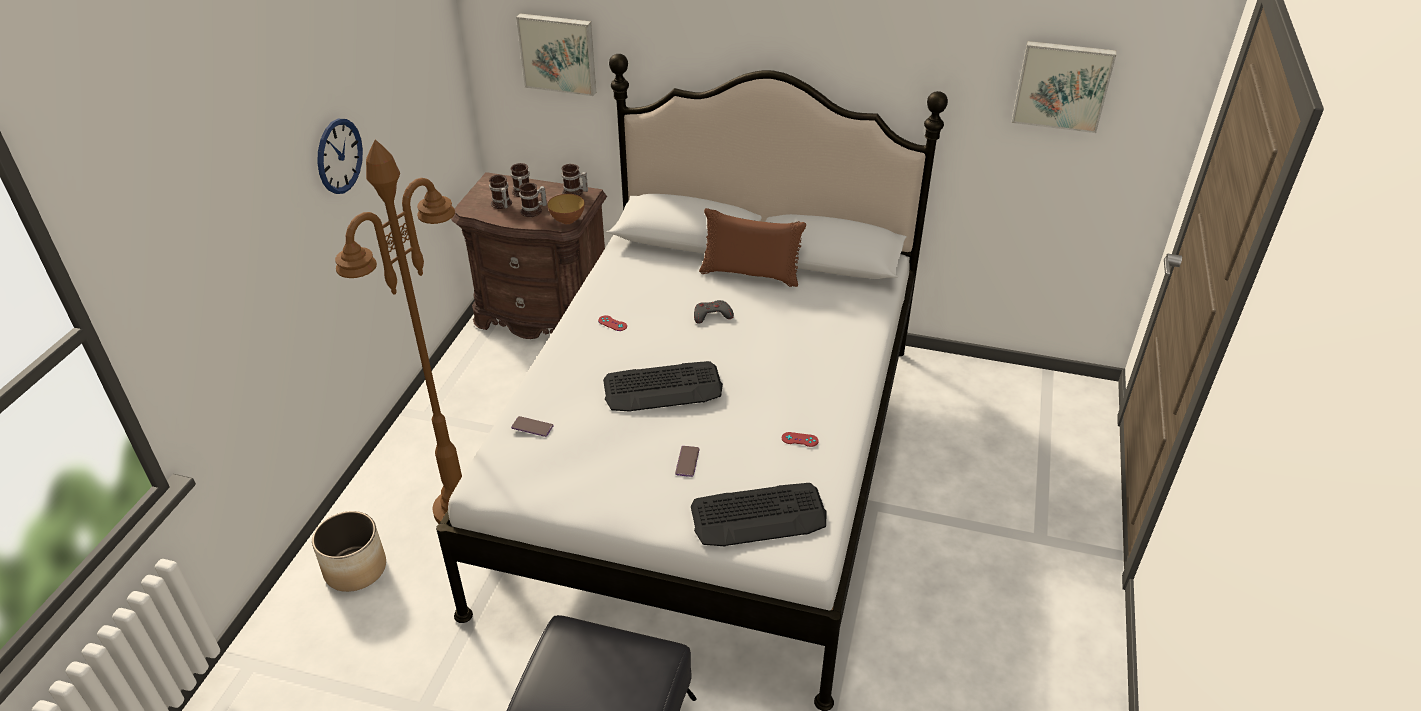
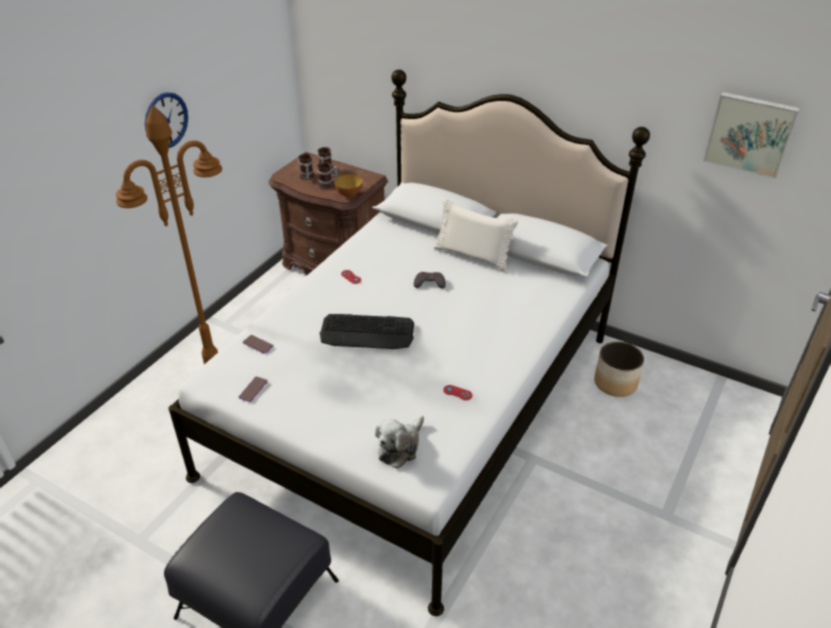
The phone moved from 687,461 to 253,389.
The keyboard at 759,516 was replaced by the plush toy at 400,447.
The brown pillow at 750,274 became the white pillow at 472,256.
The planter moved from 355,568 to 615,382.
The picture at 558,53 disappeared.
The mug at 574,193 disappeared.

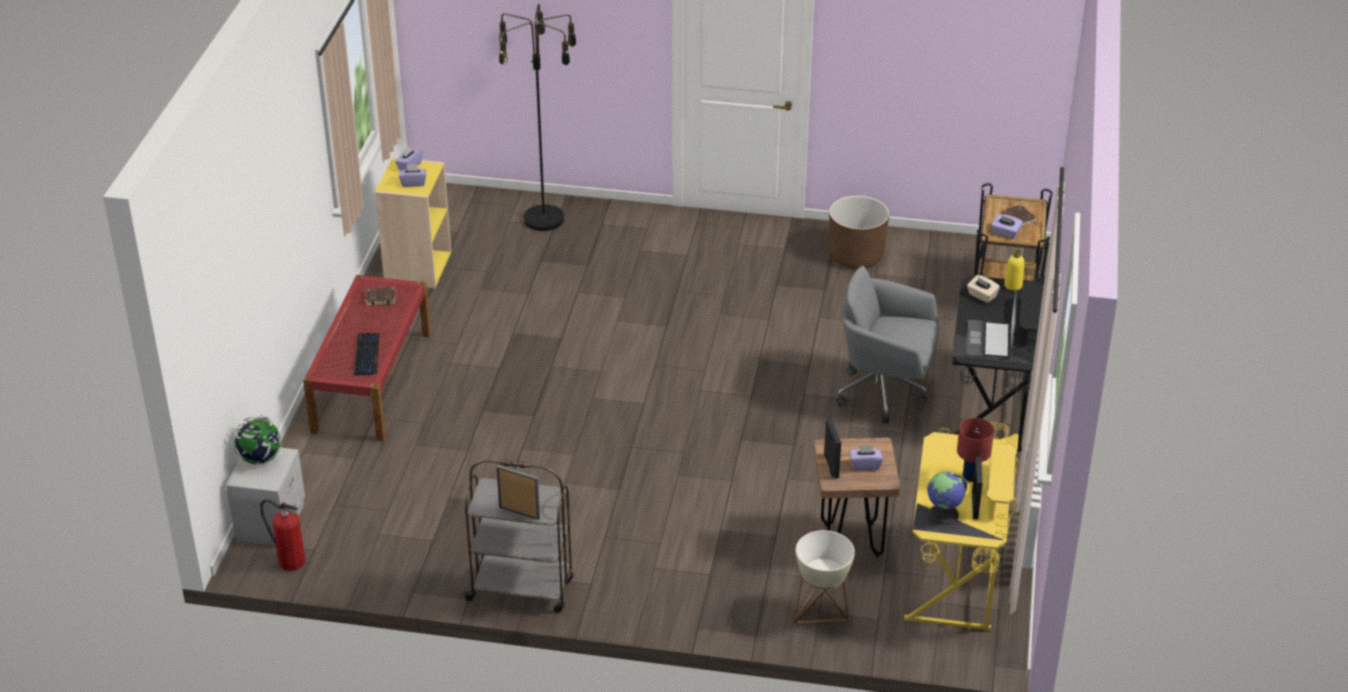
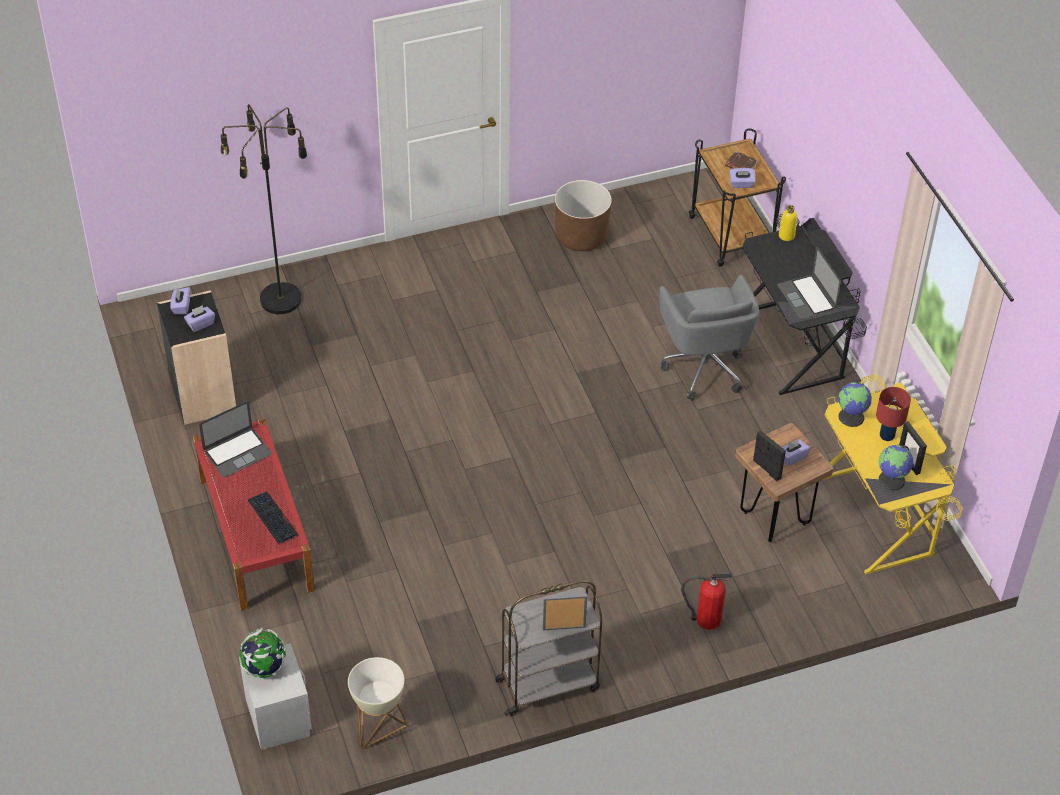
The yellow bookcase at 417,267 became the black bookcase at 202,395.
The brown book at 381,298 was replaced by the laptop at 237,452.
The planter moved from 821,611 to 379,726.
The grey office chair at 885,395 turned 90 degrees counterclockwise.
The fire extinguisher moved from 289,560 to 706,619.
The globe at 852,417 appeared.
The beige tissue box at 982,296 disappeared.

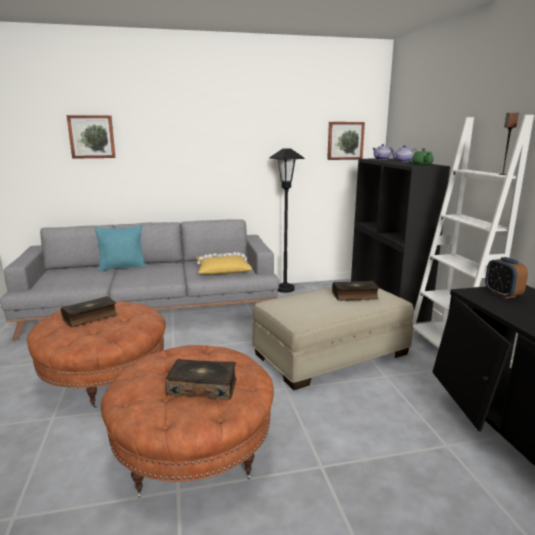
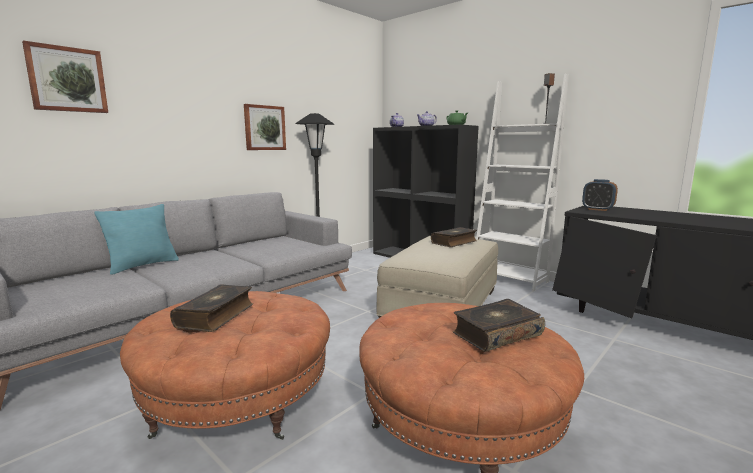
The picture moved from 345,140 to 264,128.
The yellow pillow at 222,270 disappeared.

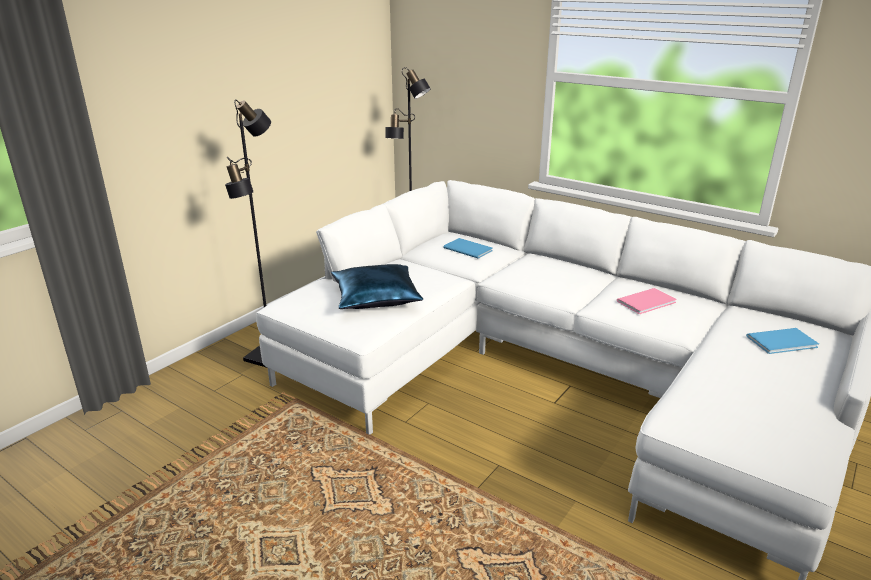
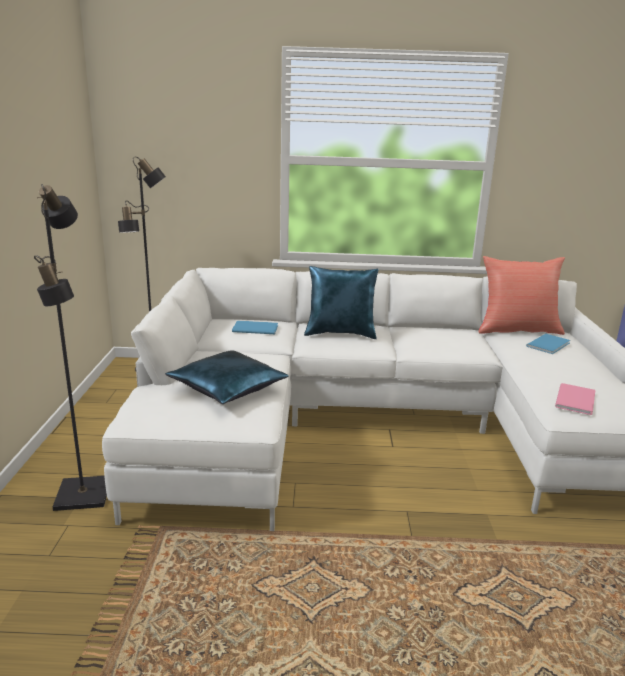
The blue pillow at 341,333 appeared.
The red pillow at 517,329 appeared.
The pink book moved from 648,302 to 577,399.

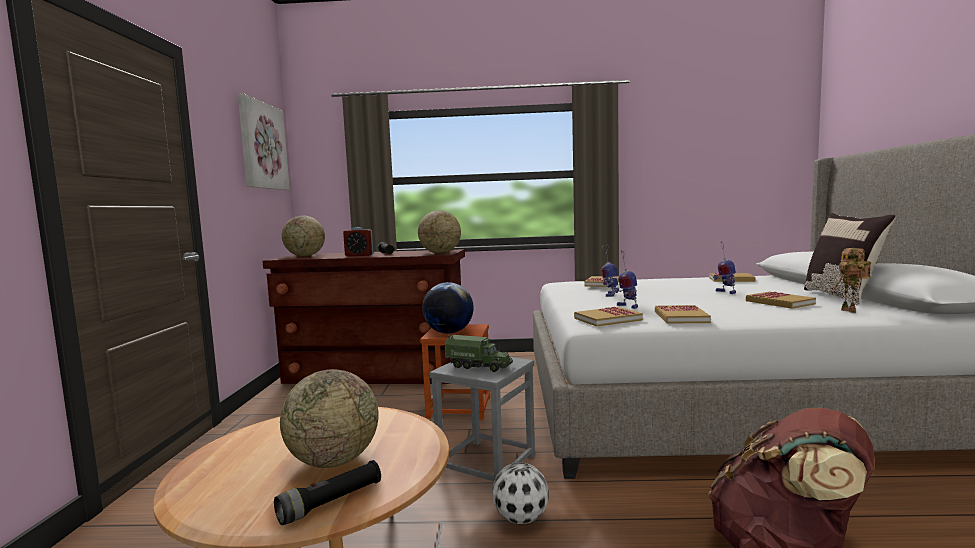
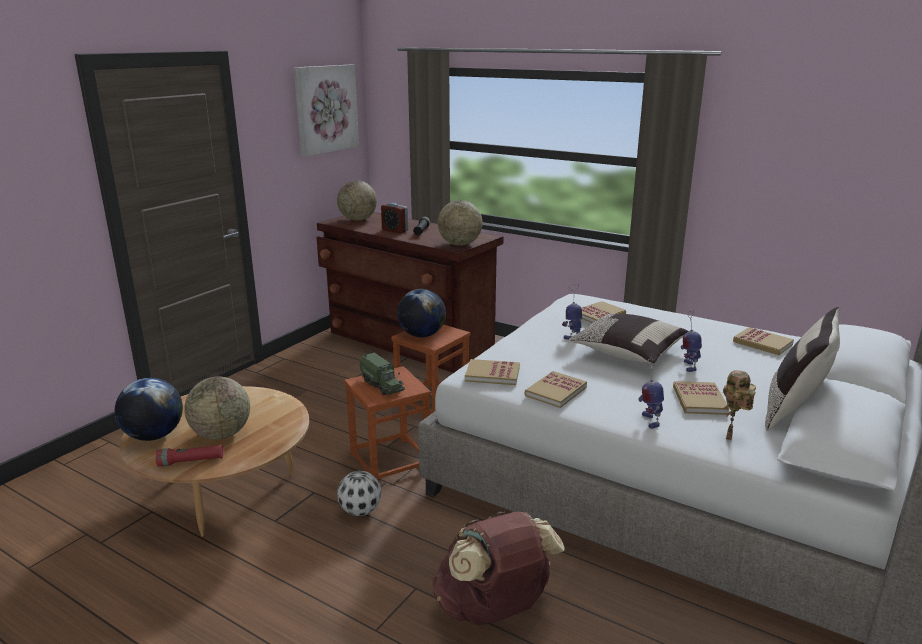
The globe at 154,436 appeared.
The black flashlight at 331,503 became the red flashlight at 191,462.
The grey stool at 486,463 became the brown stool at 390,460.
The pillow at 628,352 appeared.
The toy robot moved from 627,306 to 649,420.

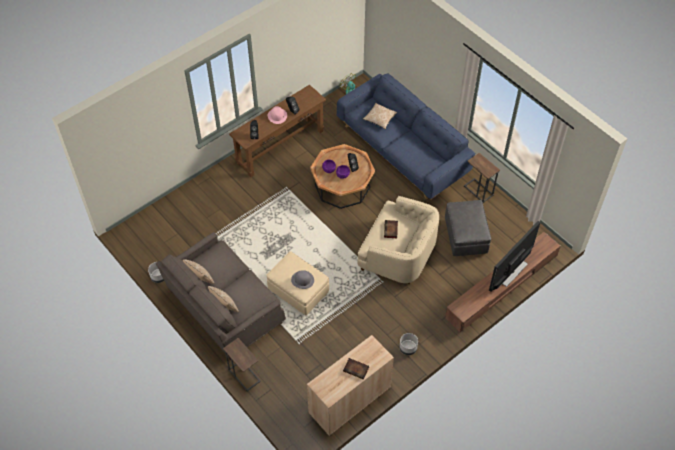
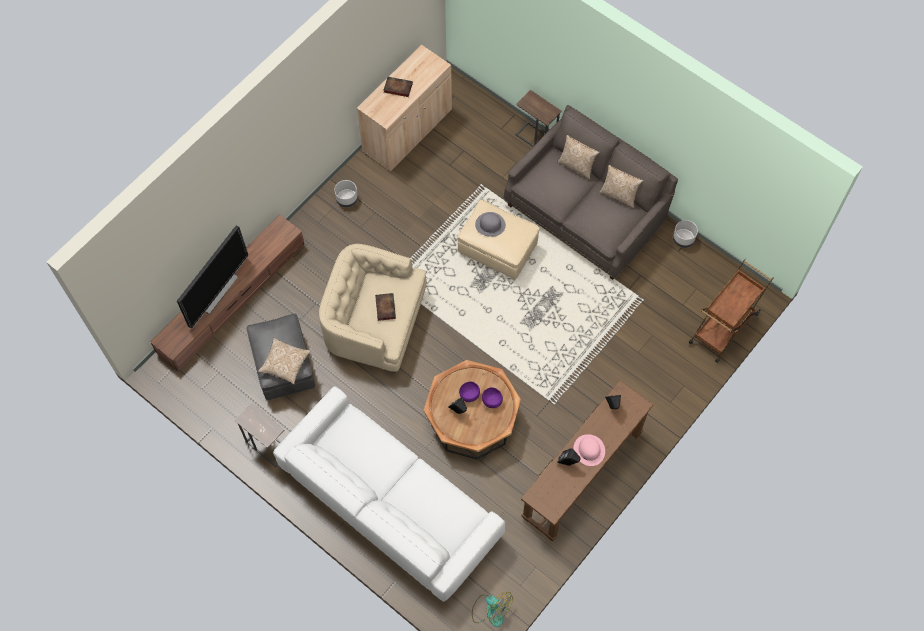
The pillow moved from 380,119 to 285,364.
The blue sofa at 403,149 became the white sofa at 390,503.
The brown cart at 722,329 appeared.

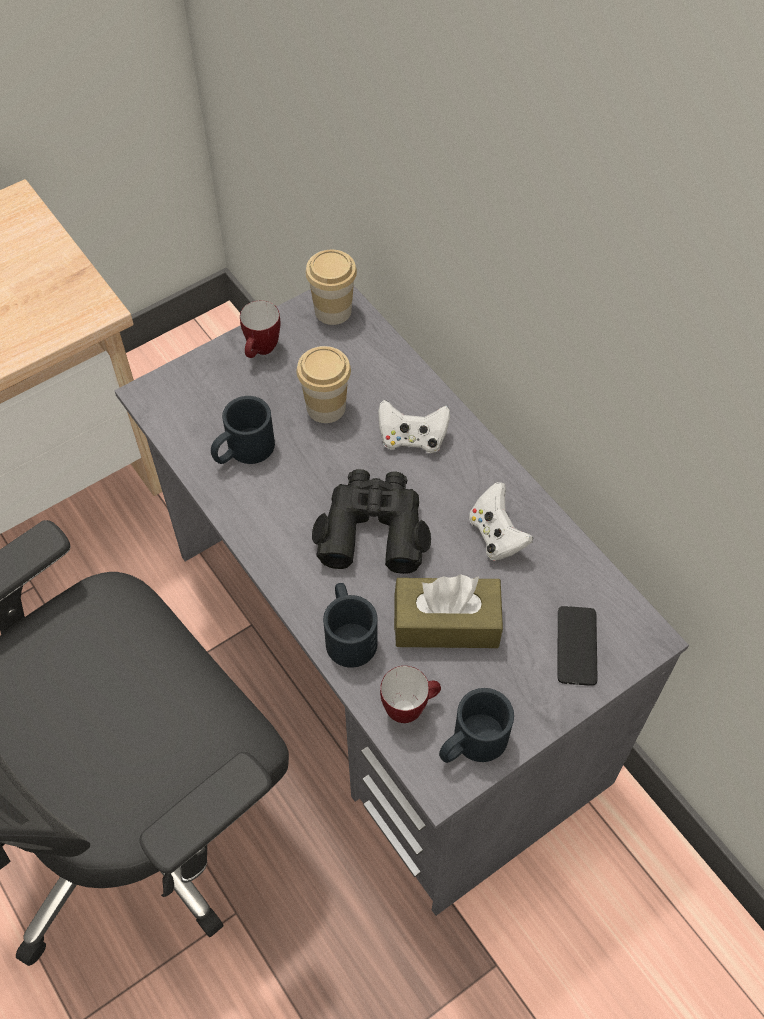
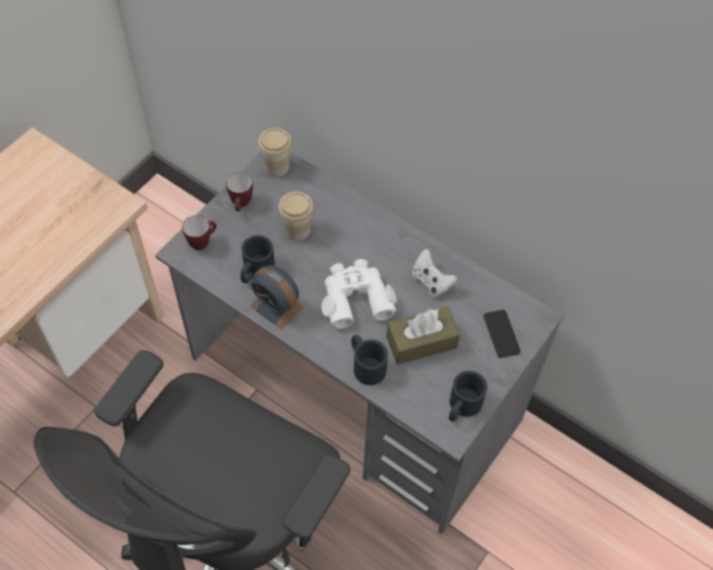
The mug moved from 410,707 to 202,242.
The alarm clock at 276,306 appeared.
The black binoculars at 373,528 became the white binoculars at 355,297.
The white game controller at 412,438 disappeared.

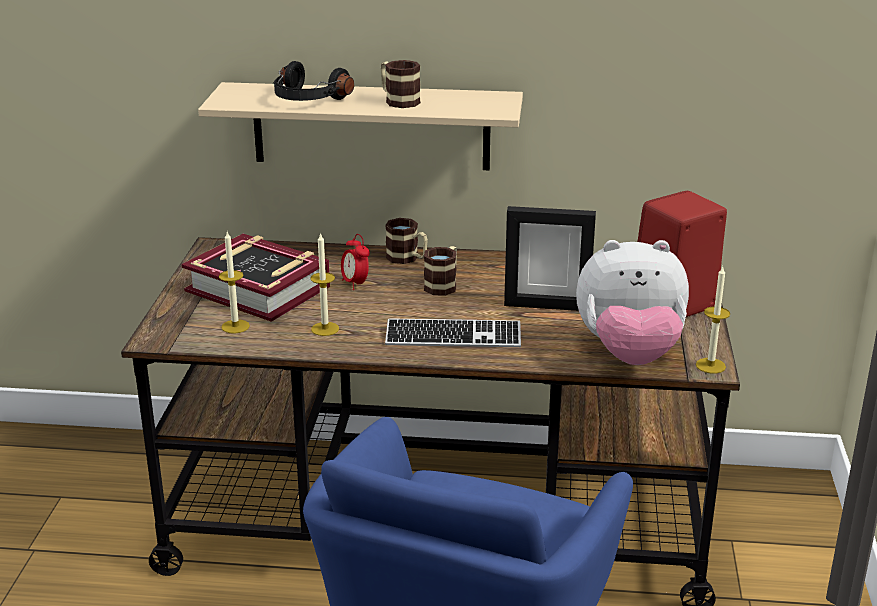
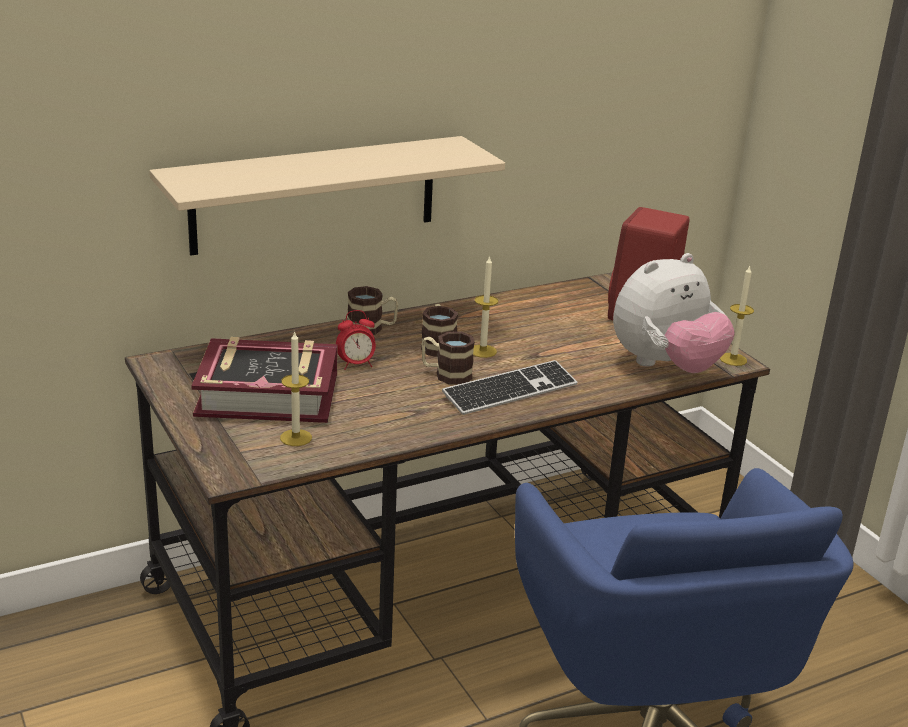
The alarm clock at 355,284 turned 45 degrees counterclockwise.
The mug moved from 398,100 to 446,374.
The candle moved from 325,329 to 483,351.
The black headphones at 307,99 disappeared.
The picture frame at 547,305 disappeared.

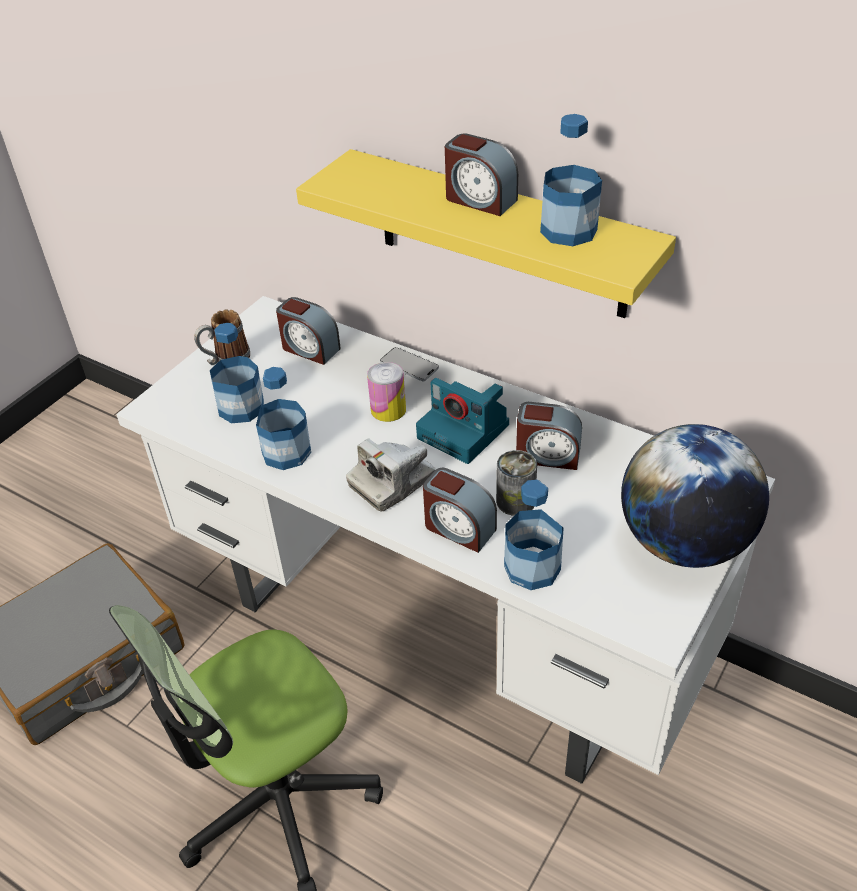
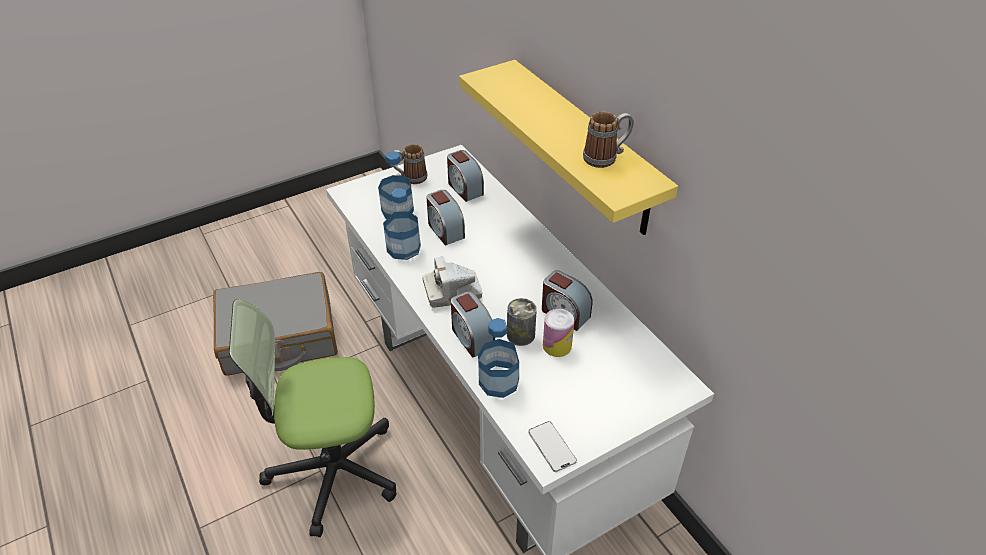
The alarm clock moved from 479,200 to 445,230.
The phone moved from 409,365 to 552,447.
The can moved from 388,409 to 557,346.
The bottle at 568,231 was replaced by the mug at 606,157.
The photo camera at 465,431 disappeared.
The globe at 684,543 disappeared.

